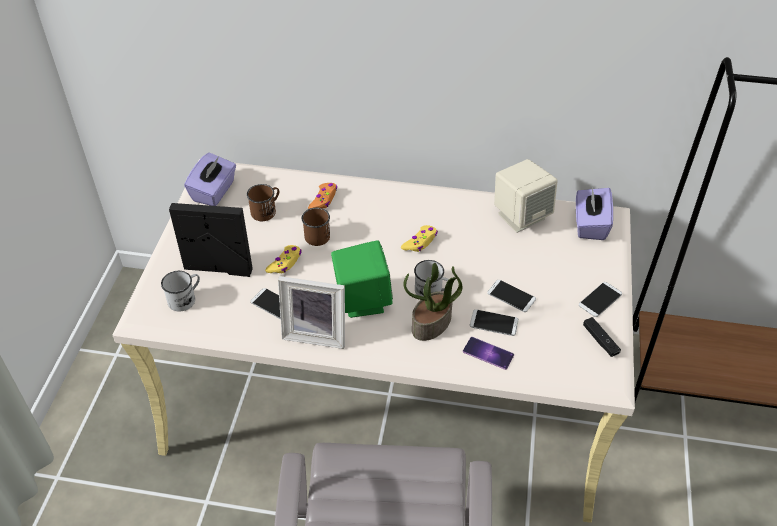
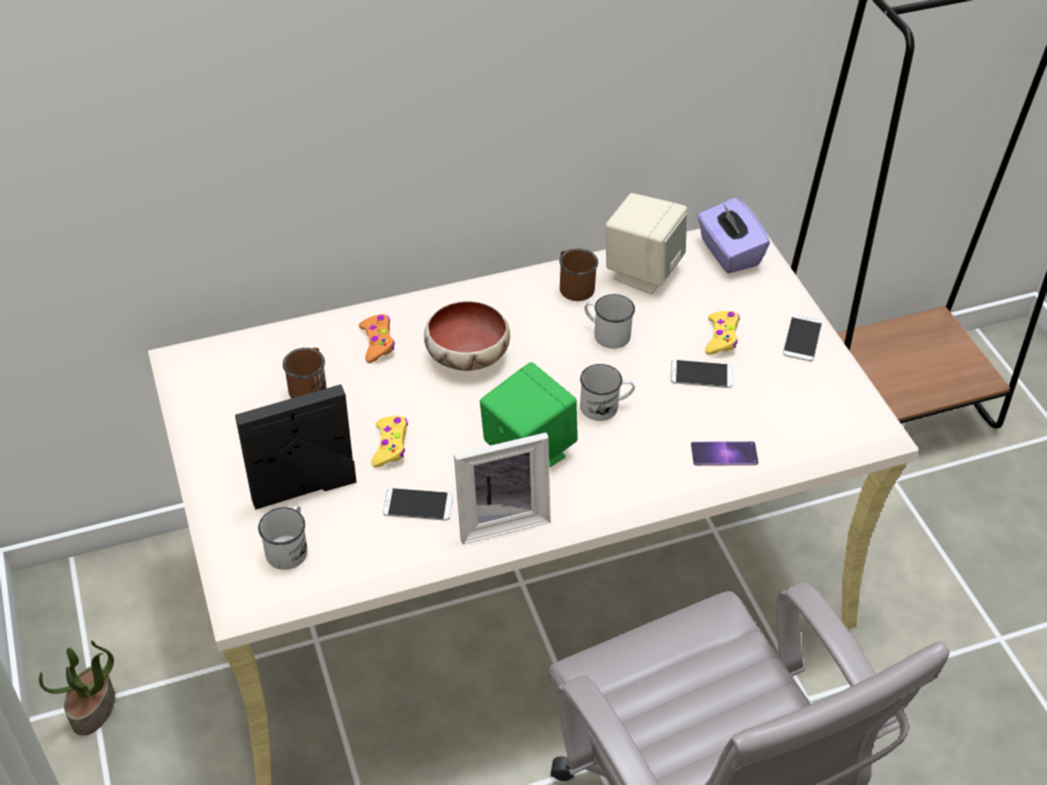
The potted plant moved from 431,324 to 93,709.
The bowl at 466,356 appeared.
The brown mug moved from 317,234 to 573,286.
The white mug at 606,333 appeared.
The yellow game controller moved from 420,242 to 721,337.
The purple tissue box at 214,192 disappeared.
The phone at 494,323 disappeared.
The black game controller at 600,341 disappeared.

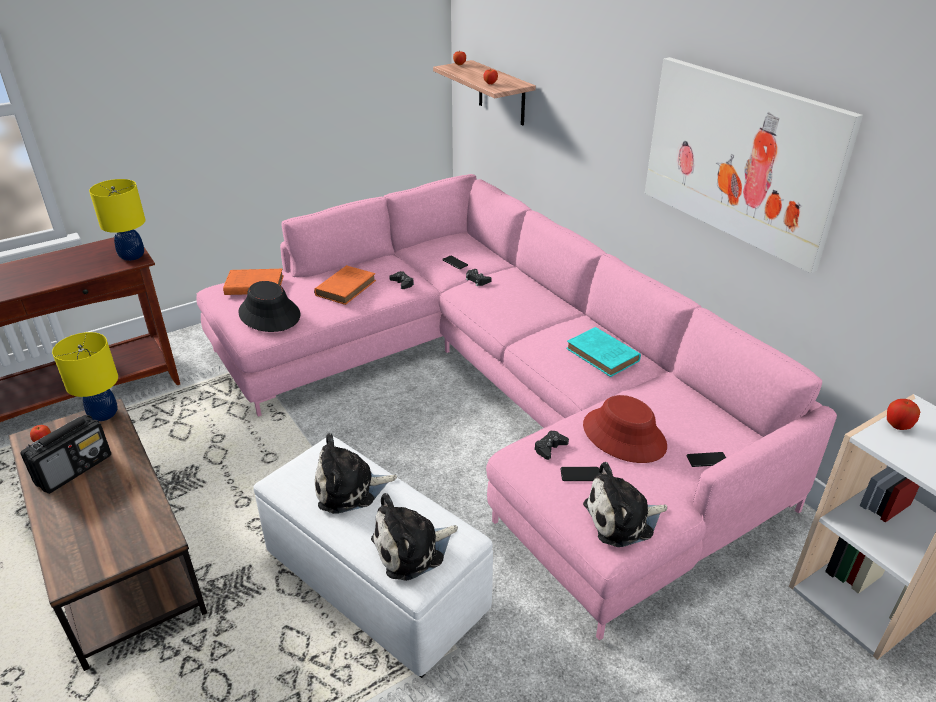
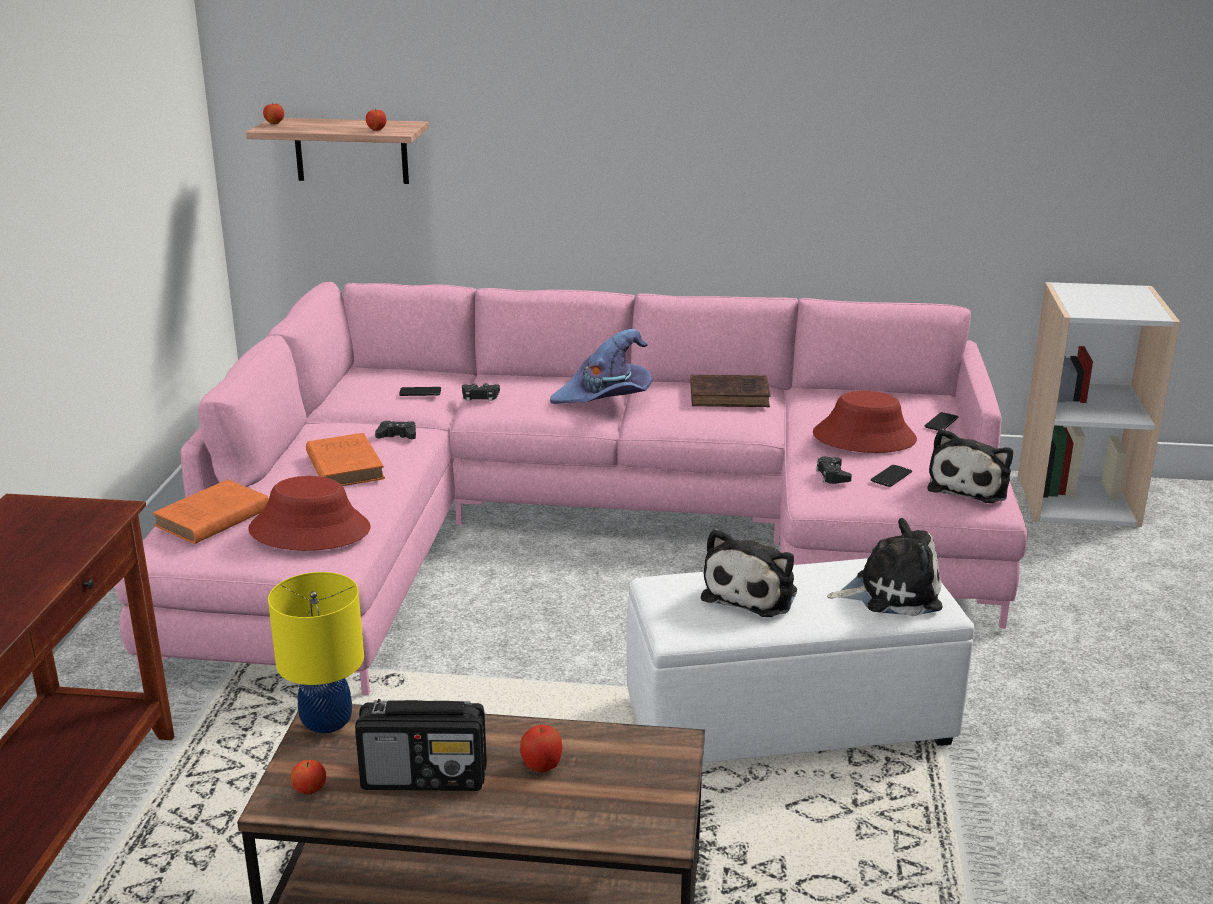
The black hat at 270,314 became the red hat at 310,529.
The radio at 75,469 turned 105 degrees clockwise.
The apple moved from 898,425 to 542,766.
The purple hat at 605,396 appeared.
The turquoise book at 604,356 became the brown book at 731,396.
The plush toy at 412,549 turned 105 degrees counterclockwise.
The yellow table lamp at 131,257 disappeared.
The picture at 740,159 disappeared.

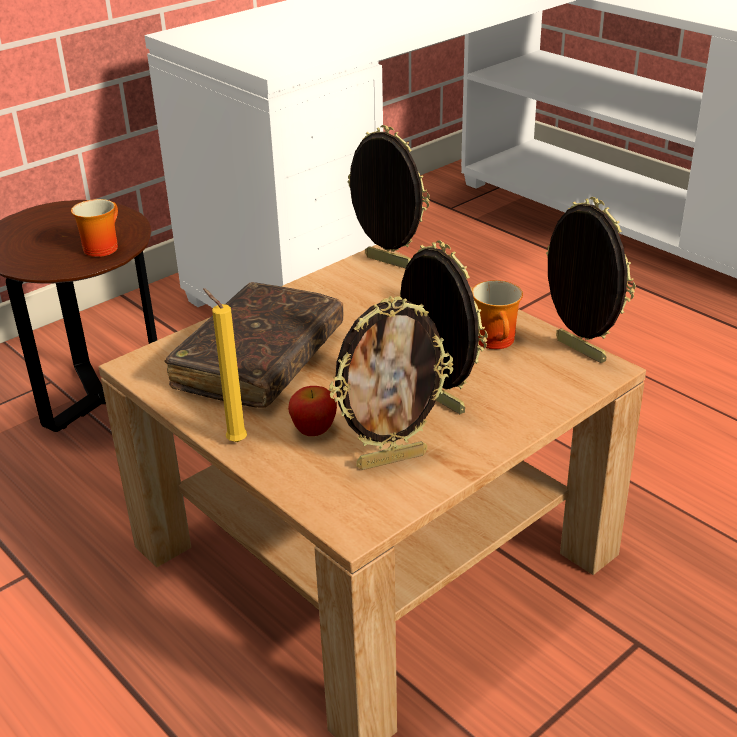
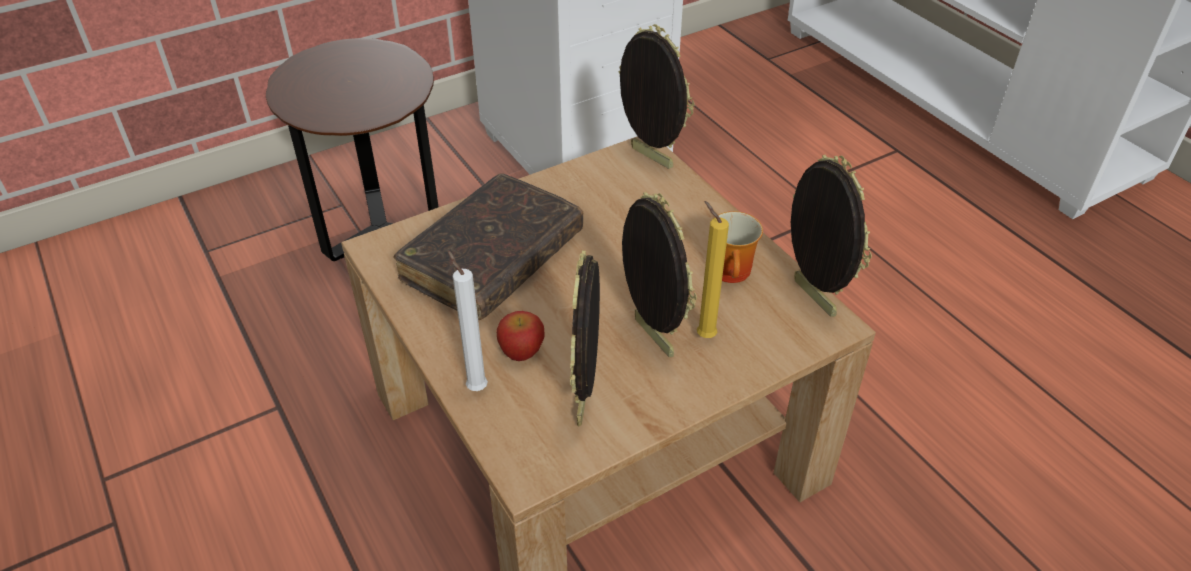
The white candle at 475,386 appeared.
The picture frame at 391,459 turned 105 degrees clockwise.
The yellow candle moved from 234,441 to 703,335.
The mug at 101,247 disappeared.

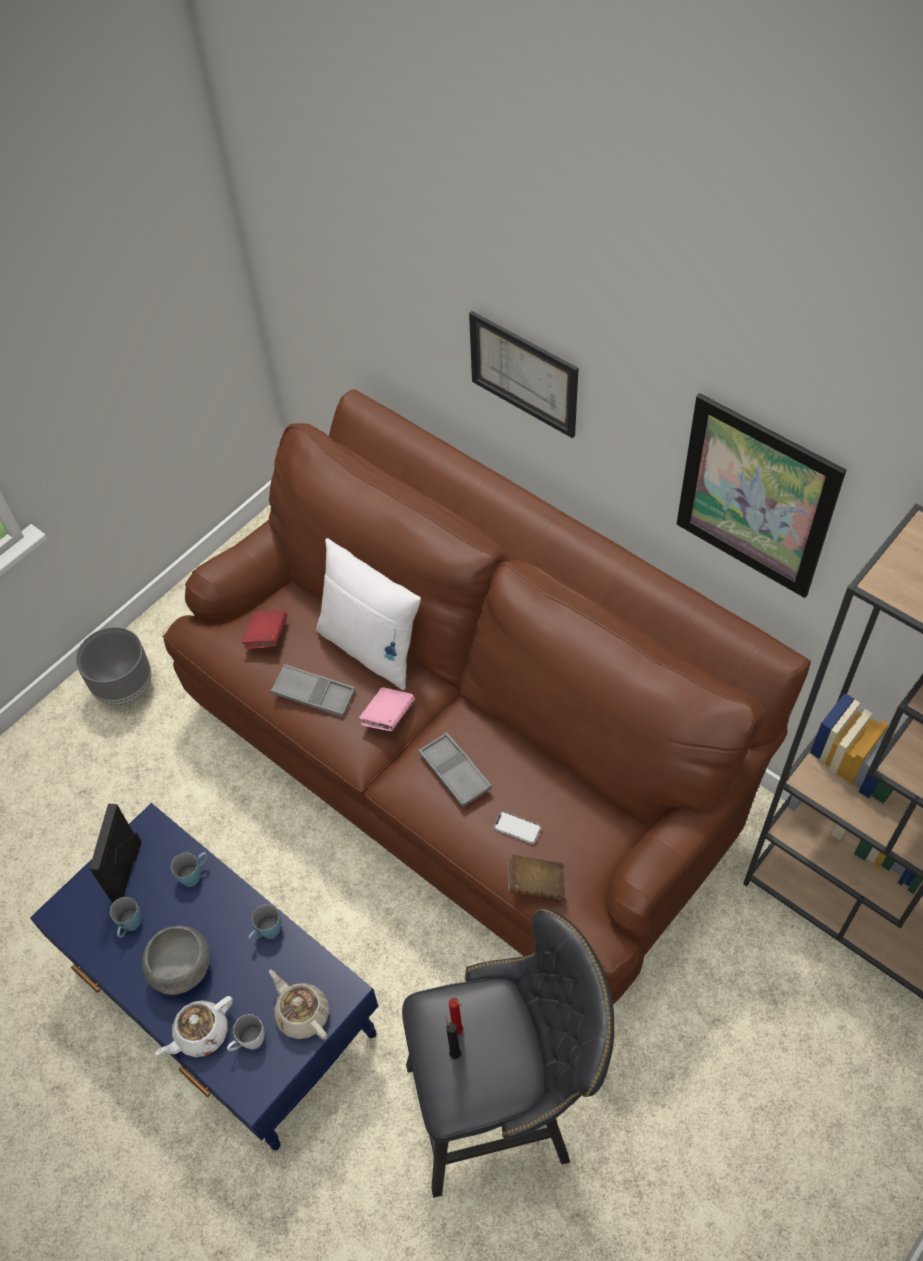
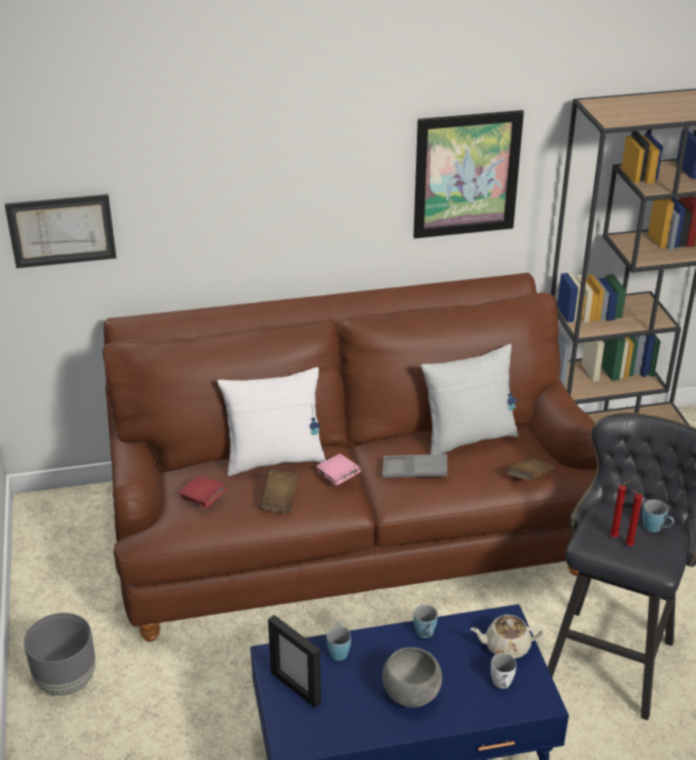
The picture moved from 524,373 to 61,230.
The grey tray at 314,694 was replaced by the brown book at 279,500.
The grey pillow at 468,439 appeared.
The black candle at 454,1052 became the red candle at 627,545.
The blue mug moved from 129,926 to 656,528.
The white teapot at 201,1033 disappeared.
The phone at 517,828 disappeared.

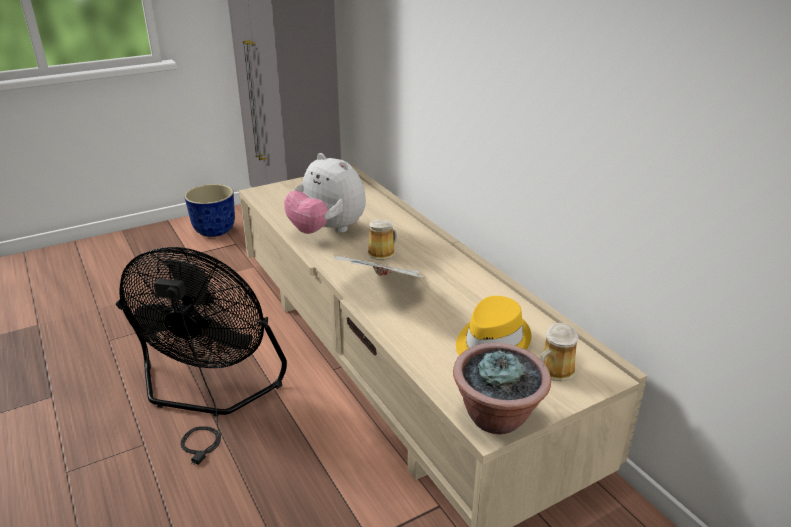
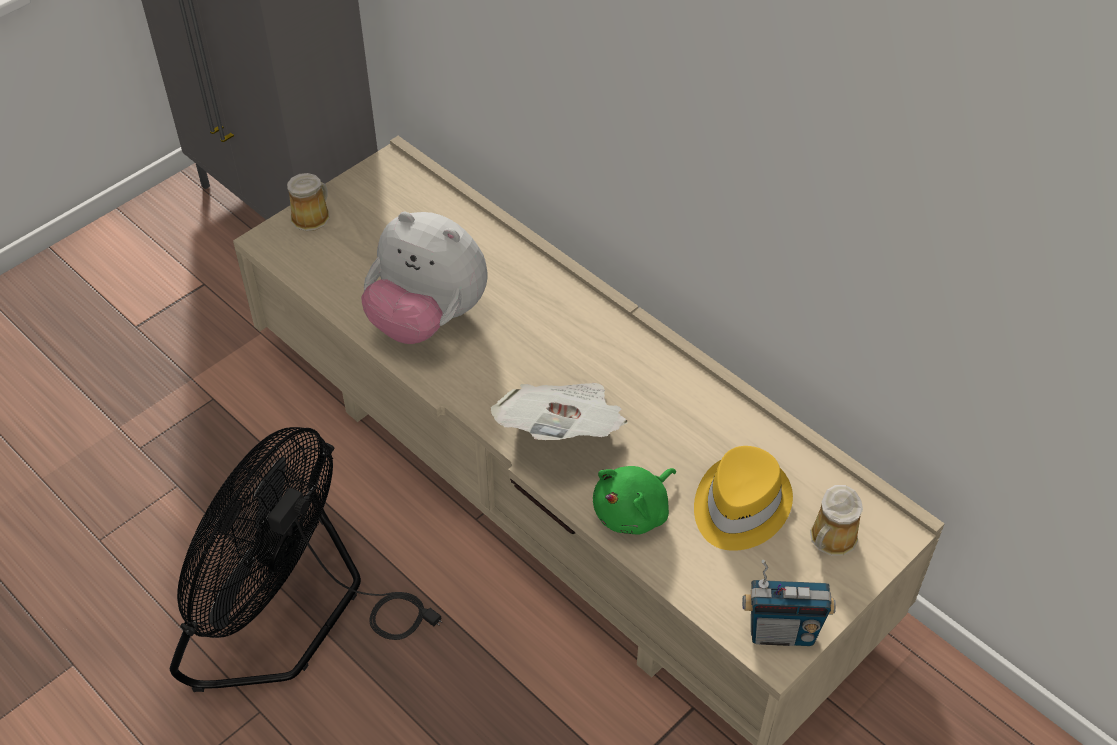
The black fan at 204,396 turned 60 degrees counterclockwise.
The mug moved from 383,253 to 312,216.
The green plush toy at 634,511 appeared.
The potted plant at 497,417 was replaced by the radio at 781,632.
The planter at 214,231 disappeared.

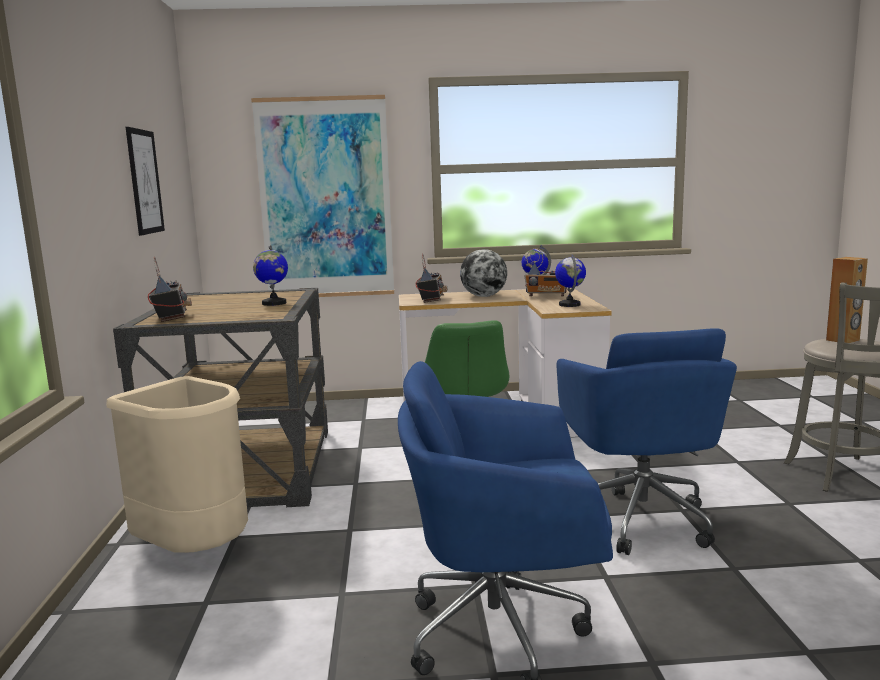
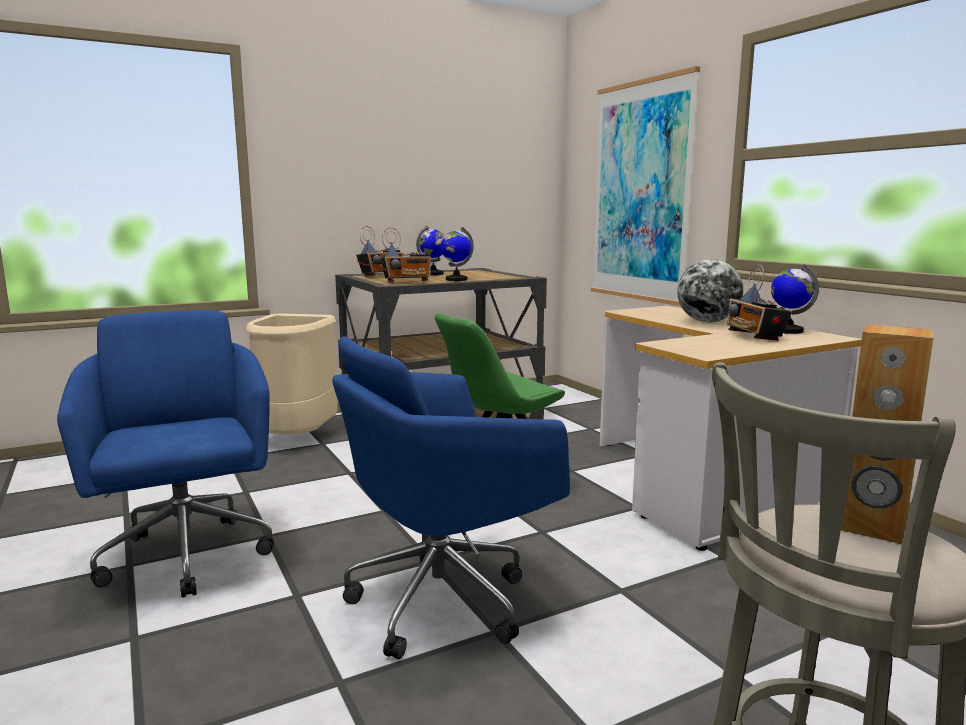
The radio moved from 431,299 to 407,282.
The globe moved from 570,305 to 433,274.
The picture at 145,182 disappeared.

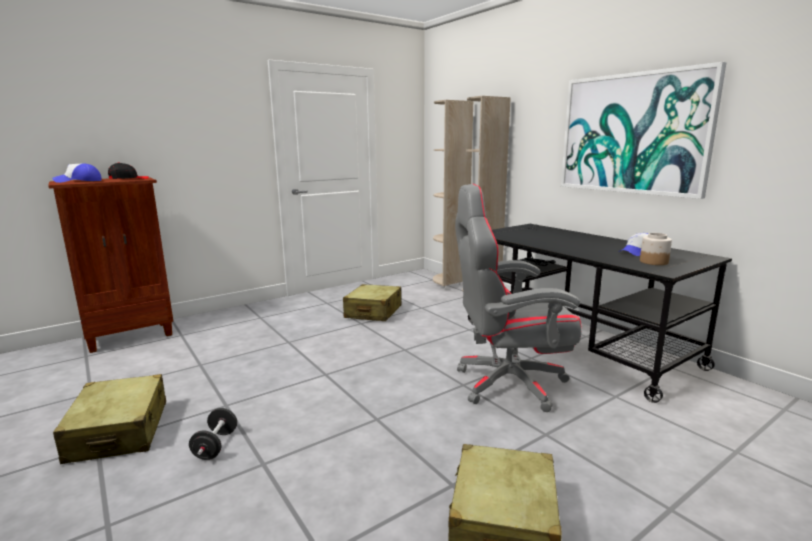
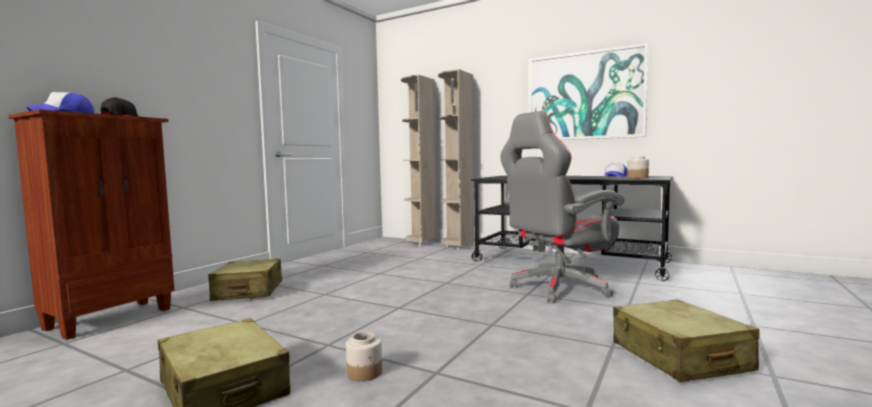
The beige suitcase moved from 373,312 to 248,291.
The black dumbbell at 215,446 was replaced by the jar at 365,373.

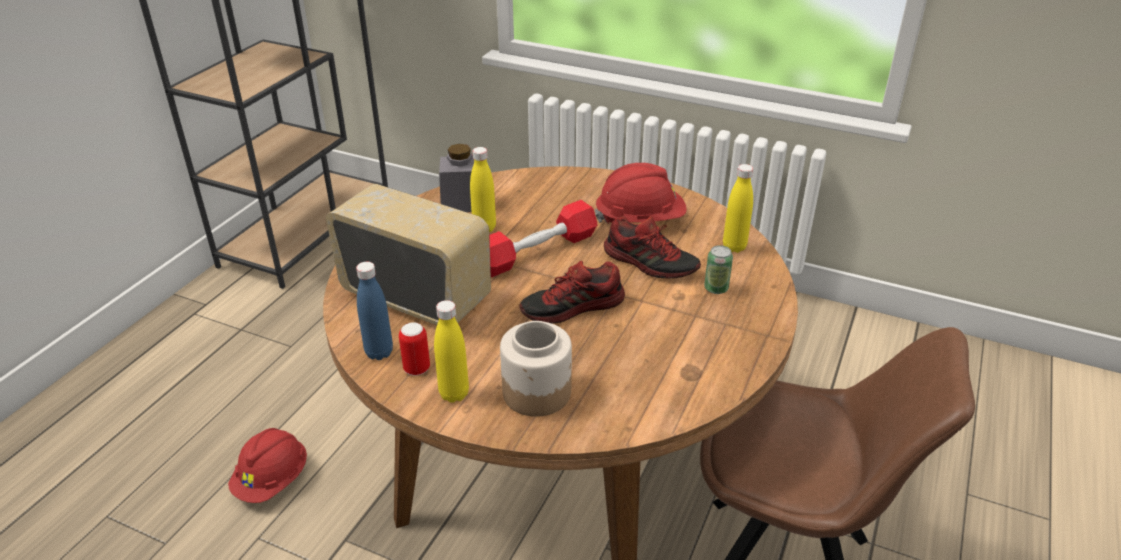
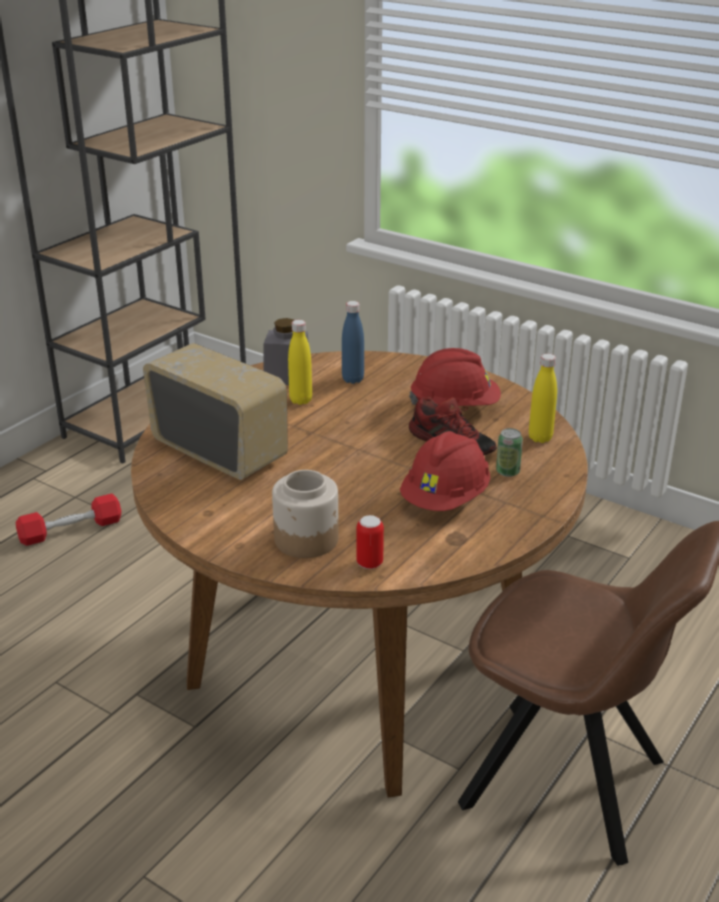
The red dumbbell moved from 537,252 to 71,530.
The blue bottle moved from 379,352 to 353,379.
The can moved from 417,369 to 369,563.
The red hard hat moved from 273,480 to 445,499.
The yellow bottle at 454,394 disappeared.
The shoe at 572,308 disappeared.

